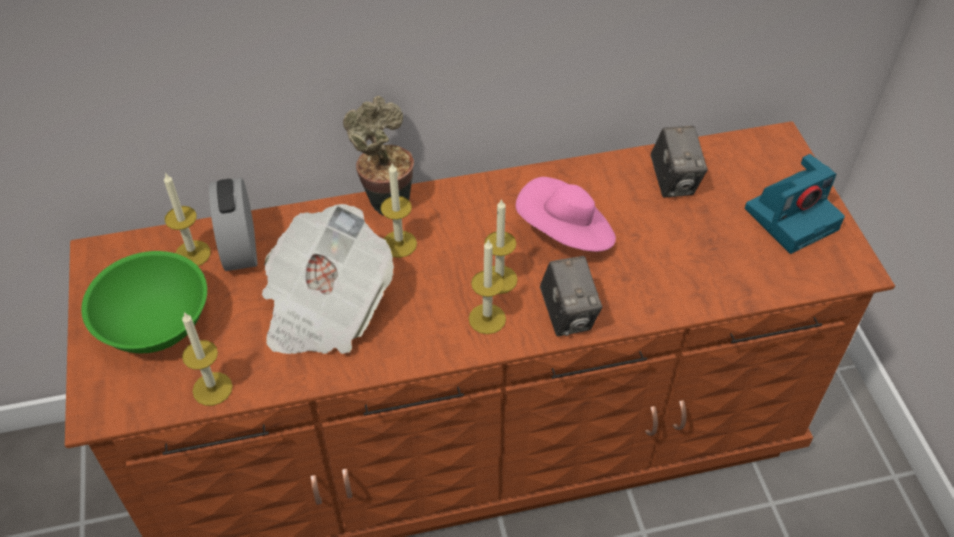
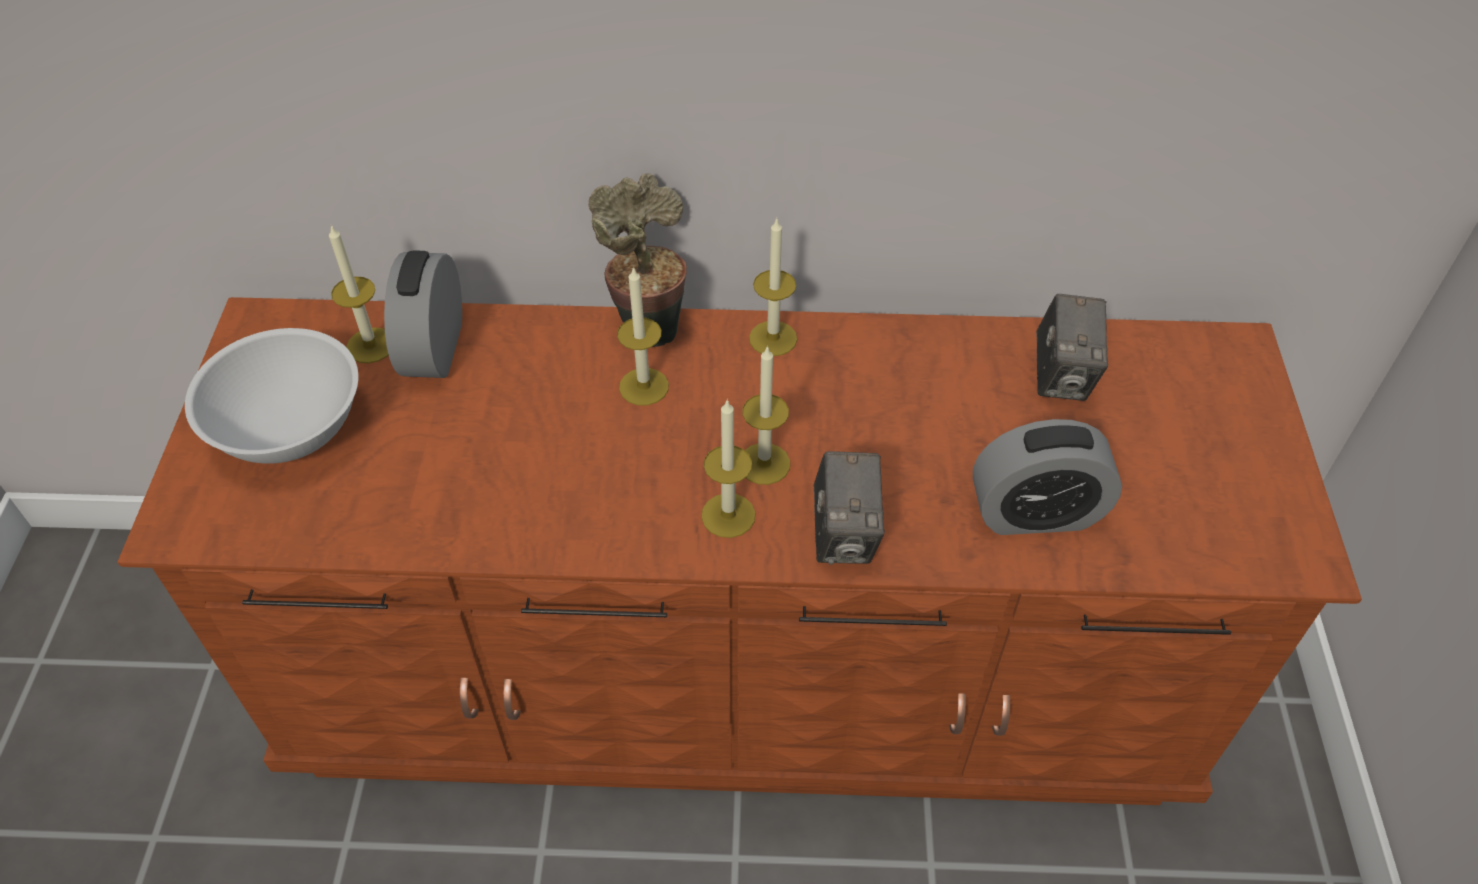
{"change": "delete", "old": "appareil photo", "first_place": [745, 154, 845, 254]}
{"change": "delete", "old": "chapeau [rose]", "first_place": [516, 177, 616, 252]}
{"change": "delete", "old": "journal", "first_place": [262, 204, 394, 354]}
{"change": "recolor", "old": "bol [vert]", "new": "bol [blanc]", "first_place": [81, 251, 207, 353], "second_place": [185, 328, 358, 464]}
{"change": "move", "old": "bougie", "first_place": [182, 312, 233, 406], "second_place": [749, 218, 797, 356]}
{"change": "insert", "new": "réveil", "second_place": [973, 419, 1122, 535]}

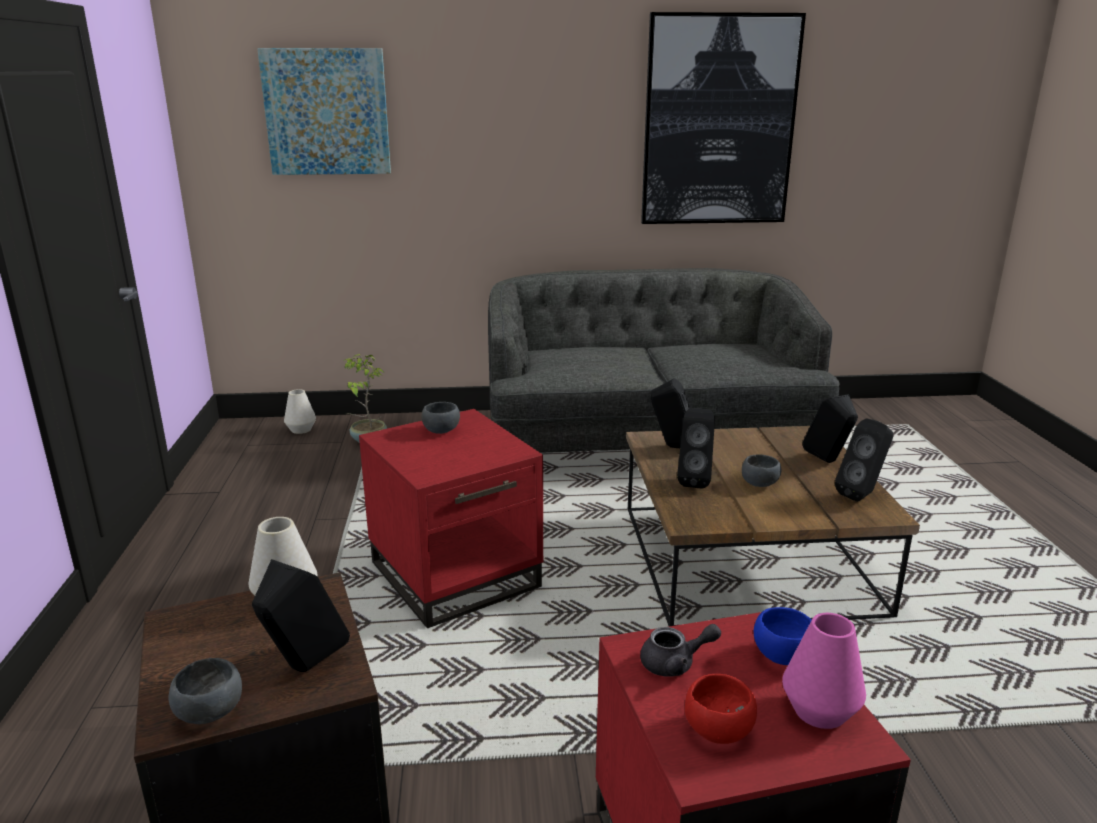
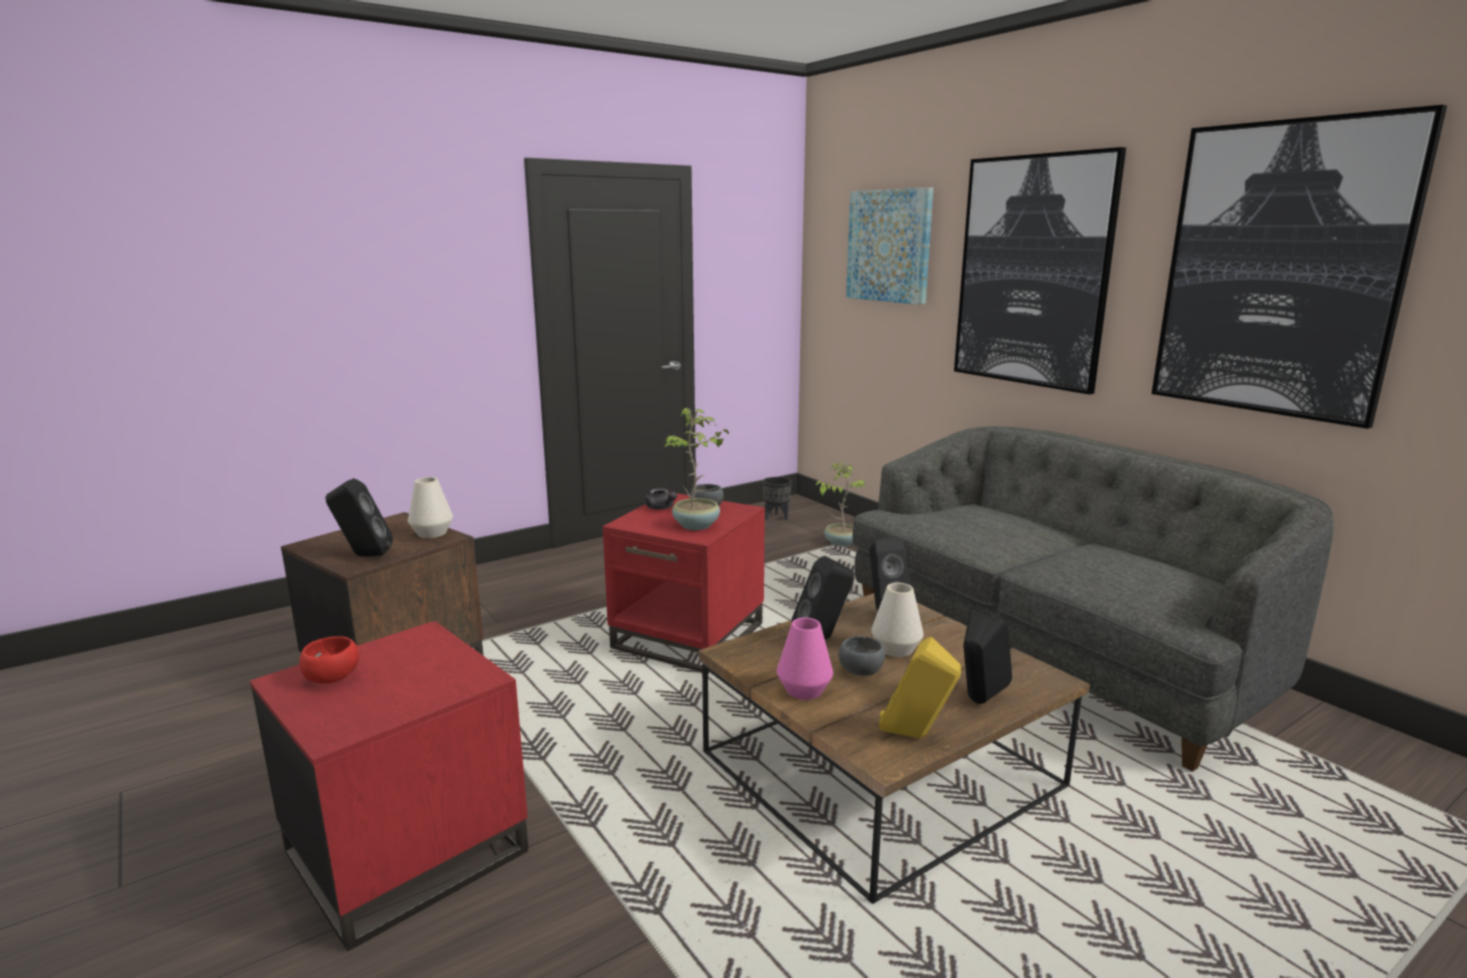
{"change": "move", "old": "vase [blanc]", "first_place": [284, 389, 316, 434], "second_place": [871, 583, 924, 657]}
{"change": "recolor", "old": "enceinte [noir]", "new": "enceinte [jaune]", "first_place": [835, 418, 894, 502], "second_place": [879, 637, 961, 738]}
{"change": "delete", "old": "bol [bleu]", "first_place": [754, 607, 812, 665]}
{"change": "move", "old": "vase [rose]", "first_place": [782, 613, 866, 729], "second_place": [777, 618, 833, 700]}
{"change": "move", "old": "théière [gris]", "first_place": [640, 624, 721, 677], "second_place": [644, 488, 677, 510]}
{"change": "delete", "old": "bol [gris]", "first_place": [169, 658, 242, 724]}
{"change": "insert", "new": "tableau", "second_place": [954, 147, 1126, 395]}
{"change": "insert", "new": "plante en pot", "second_place": [664, 408, 729, 530]}
{"change": "insert", "new": "cache-pot [noir]", "second_place": [763, 477, 791, 520]}

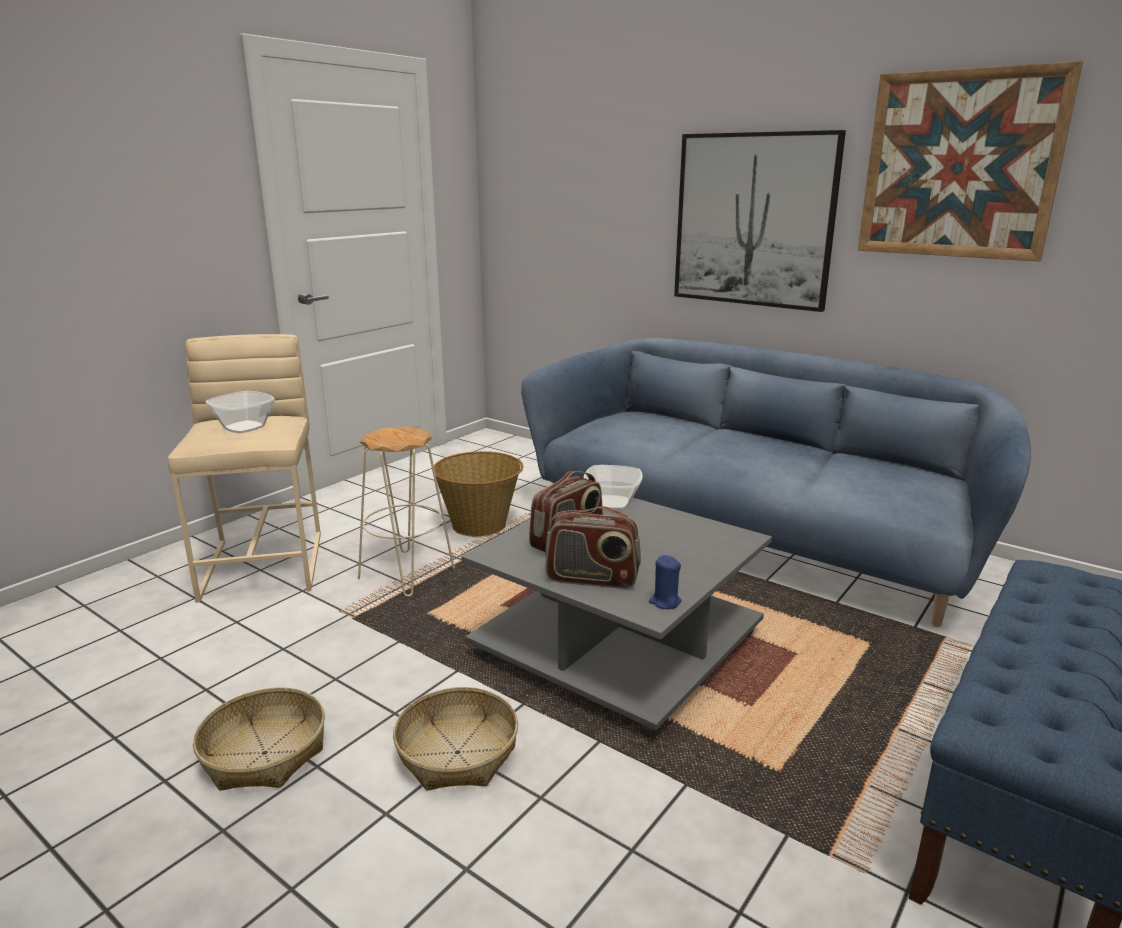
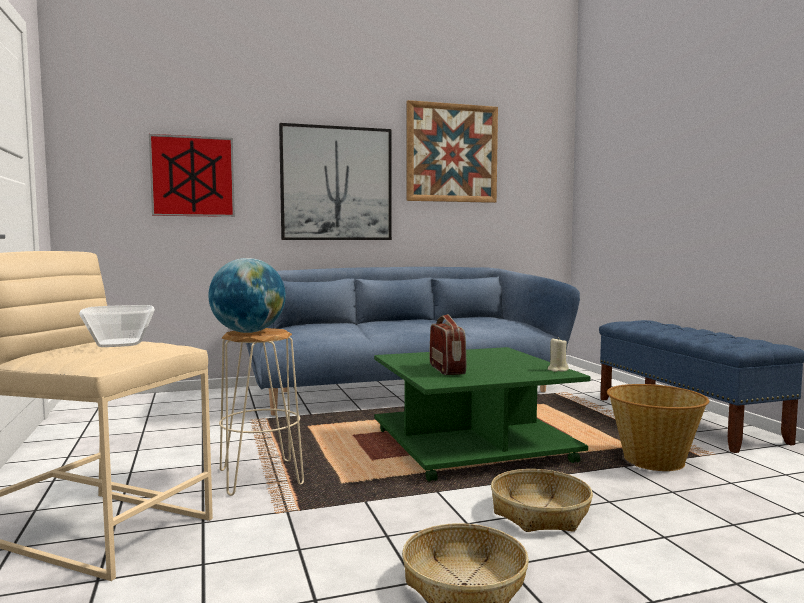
{"change": "move", "old": "panier", "first_place": [434, 451, 523, 537], "second_place": [607, 384, 709, 471]}
{"change": "delete", "old": "bol", "first_place": [583, 465, 643, 510]}
{"change": "recolor", "old": "table basse [gris]", "new": "table basse [vert]", "first_place": [461, 498, 772, 738], "second_place": [374, 347, 590, 481]}
{"change": "delete", "old": "radio", "first_place": [545, 506, 641, 589]}
{"change": "recolor", "old": "bougie [bleu]", "new": "bougie [beige]", "first_place": [649, 555, 682, 609], "second_place": [548, 337, 569, 372]}
{"change": "insert", "new": "tableau", "second_place": [149, 134, 235, 217]}
{"change": "insert", "new": "globe", "second_place": [209, 258, 286, 333]}

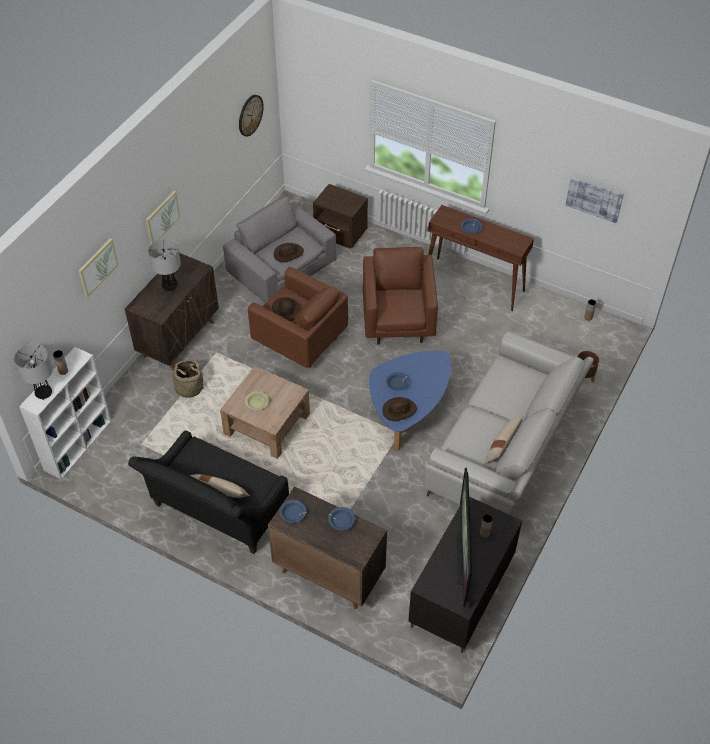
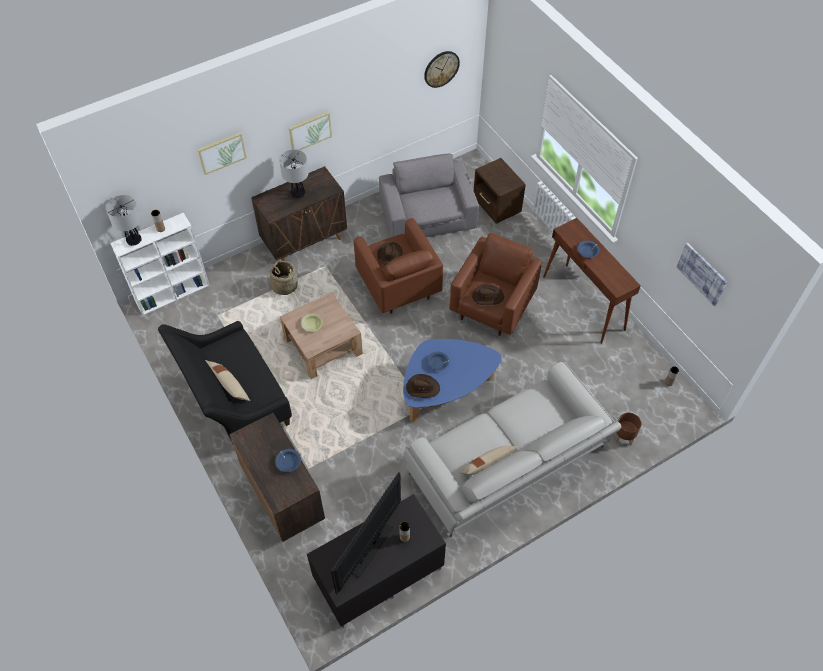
{"change": "move", "old": "chapeau [marron]", "first_place": [274, 243, 304, 263], "second_place": [472, 284, 504, 305]}
{"change": "delete", "old": "bol [bleu]", "first_place": [279, 500, 306, 523]}

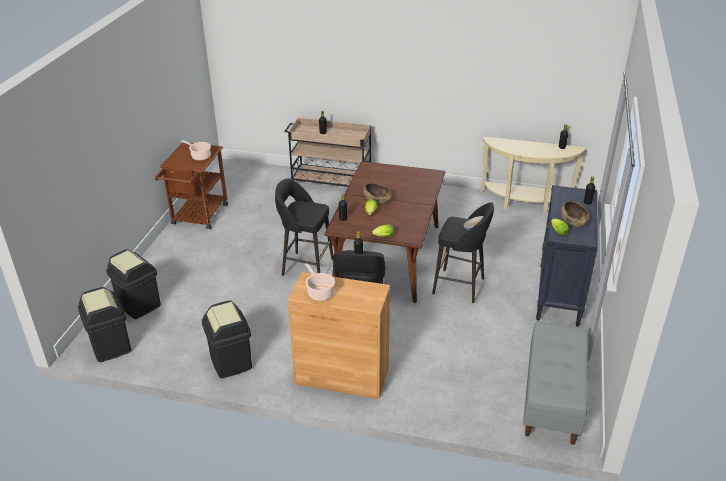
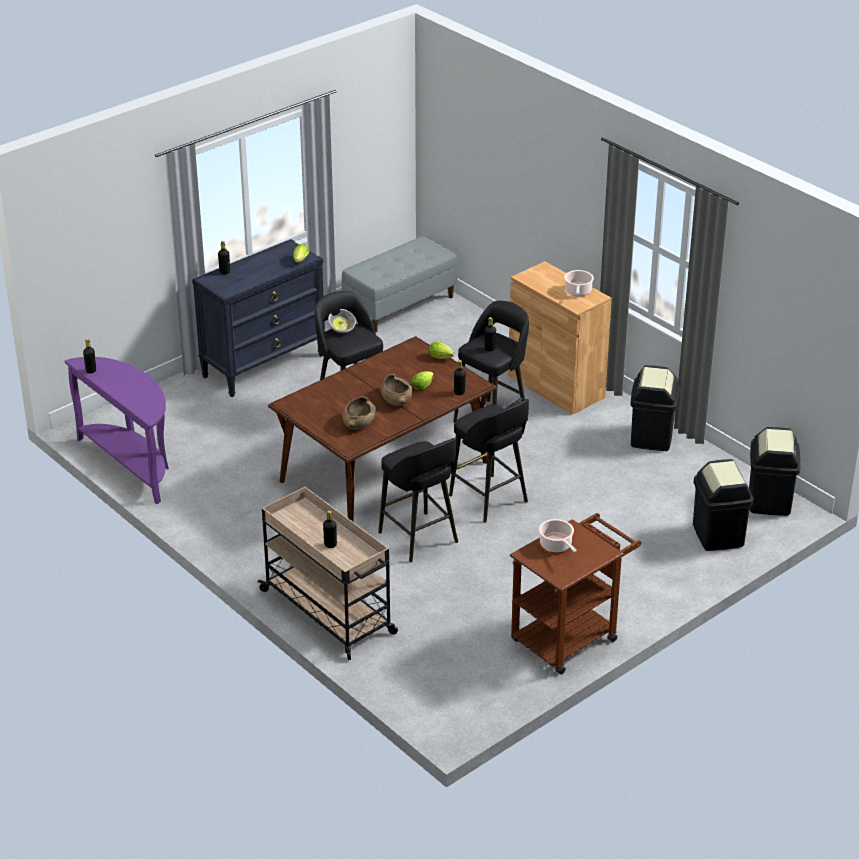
{"change": "recolor", "old": "table console [beige]", "new": "table console [violet]", "first_place": [480, 137, 586, 214], "second_place": [65, 357, 169, 504]}
{"change": "move", "old": "bol [marron]", "first_place": [561, 201, 590, 227], "second_place": [342, 397, 376, 429]}
{"change": "insert", "new": "tabouret [noir]", "second_place": [378, 438, 458, 562]}

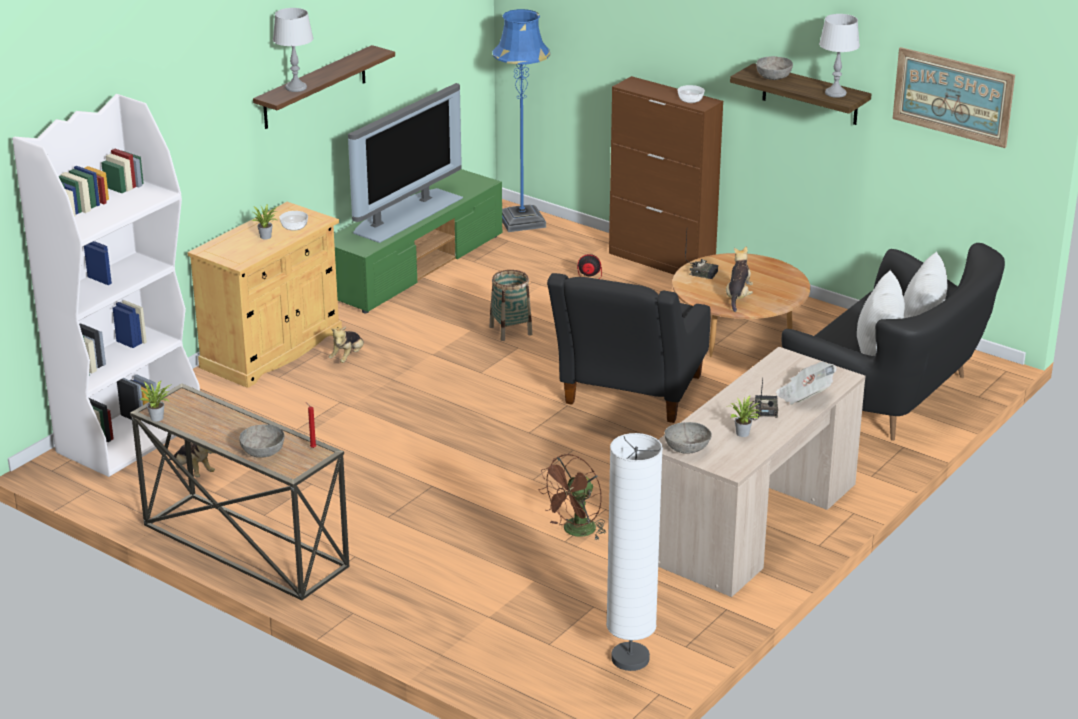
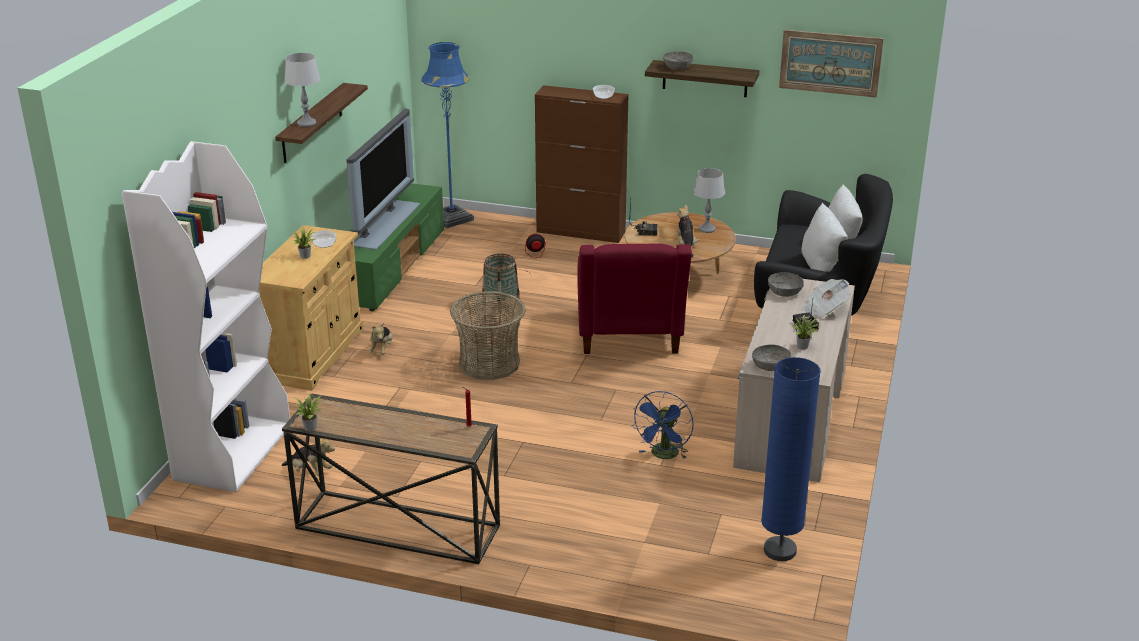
{"change": "move", "old": "lampe de table [gris]", "first_place": [819, 14, 860, 98], "second_place": [693, 168, 725, 233]}
{"change": "recolor", "old": "fauteuil [noir]", "new": "fauteuil [rouge]", "first_place": [547, 273, 711, 423], "second_place": [577, 244, 692, 354]}
{"change": "move", "old": "bol [gris]", "first_place": [239, 424, 285, 458], "second_place": [768, 272, 804, 297]}
{"change": "recolor", "old": "lampadaire [blanc]", "new": "lampadaire [bleu]", "first_place": [606, 433, 663, 671], "second_place": [761, 357, 821, 561]}
{"change": "recolor", "old": "ventilateur [marron]", "new": "ventilateur [bleu]", "first_place": [538, 454, 606, 541], "second_place": [632, 391, 693, 459]}
{"change": "insert", "new": "panier", "second_place": [450, 291, 526, 380]}

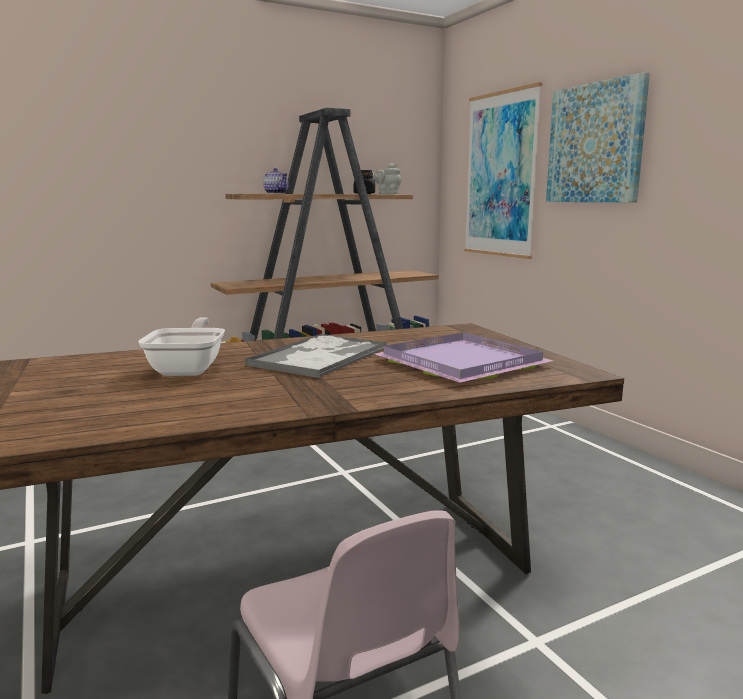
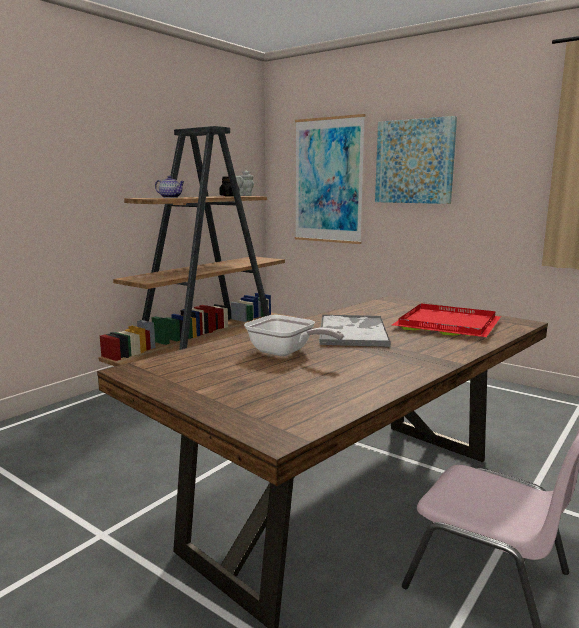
{"change": "rotate", "old": "poêle", "first_place": [138, 317, 225, 376], "second_place": [244, 315, 344, 356], "degrees": 150}
{"change": "recolor", "old": "plateau [violet]", "new": "plateau [rouge]", "first_place": [374, 332, 554, 383], "second_place": [392, 304, 501, 337]}

